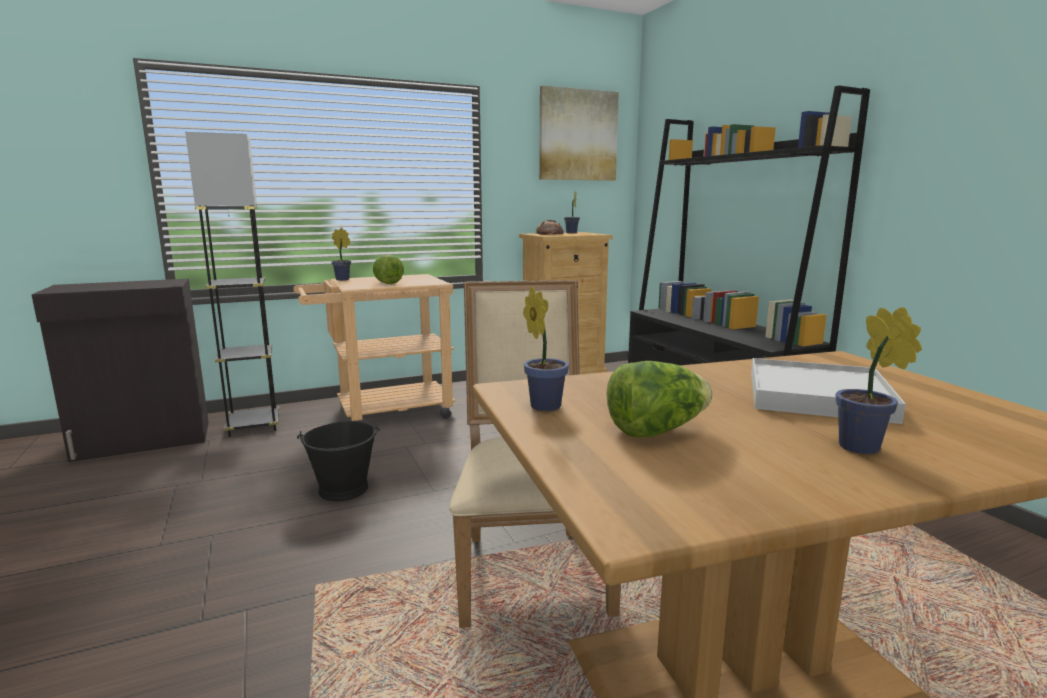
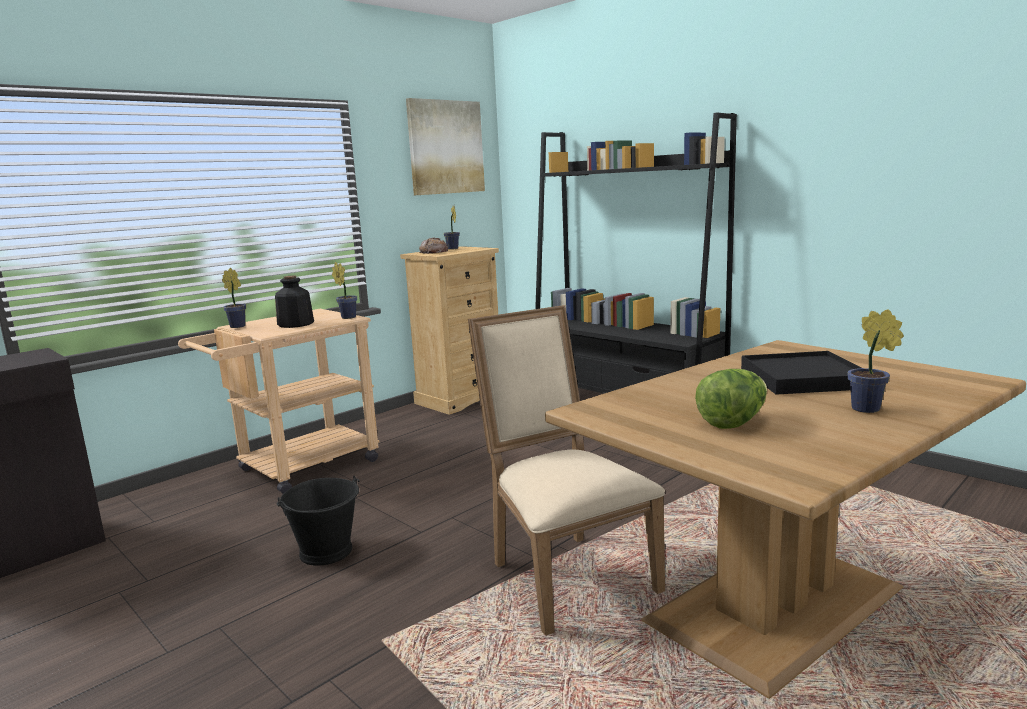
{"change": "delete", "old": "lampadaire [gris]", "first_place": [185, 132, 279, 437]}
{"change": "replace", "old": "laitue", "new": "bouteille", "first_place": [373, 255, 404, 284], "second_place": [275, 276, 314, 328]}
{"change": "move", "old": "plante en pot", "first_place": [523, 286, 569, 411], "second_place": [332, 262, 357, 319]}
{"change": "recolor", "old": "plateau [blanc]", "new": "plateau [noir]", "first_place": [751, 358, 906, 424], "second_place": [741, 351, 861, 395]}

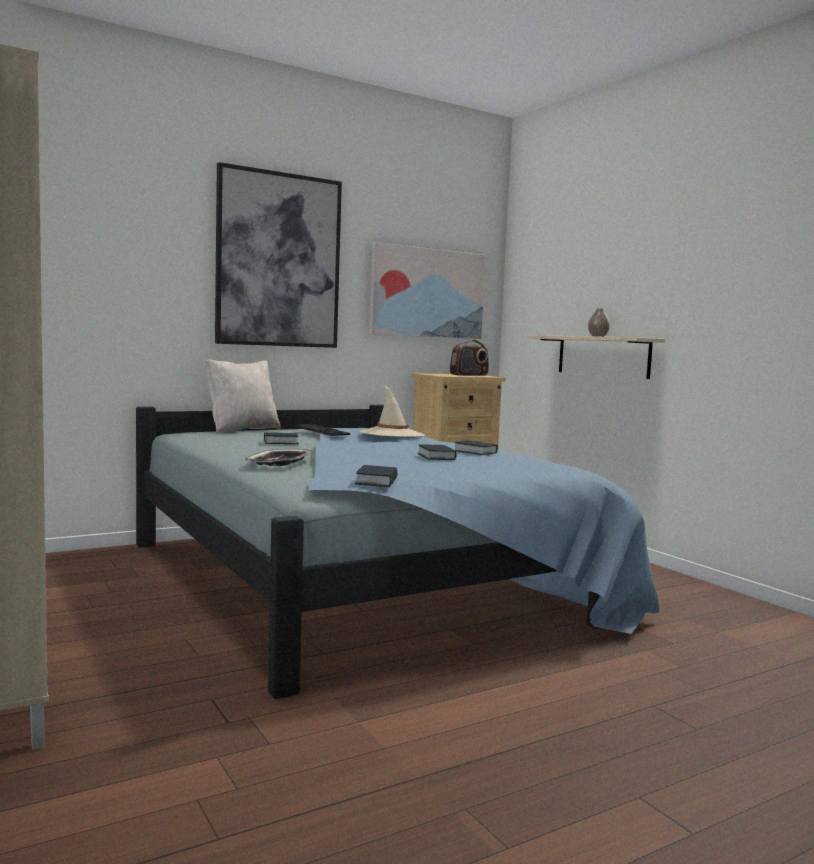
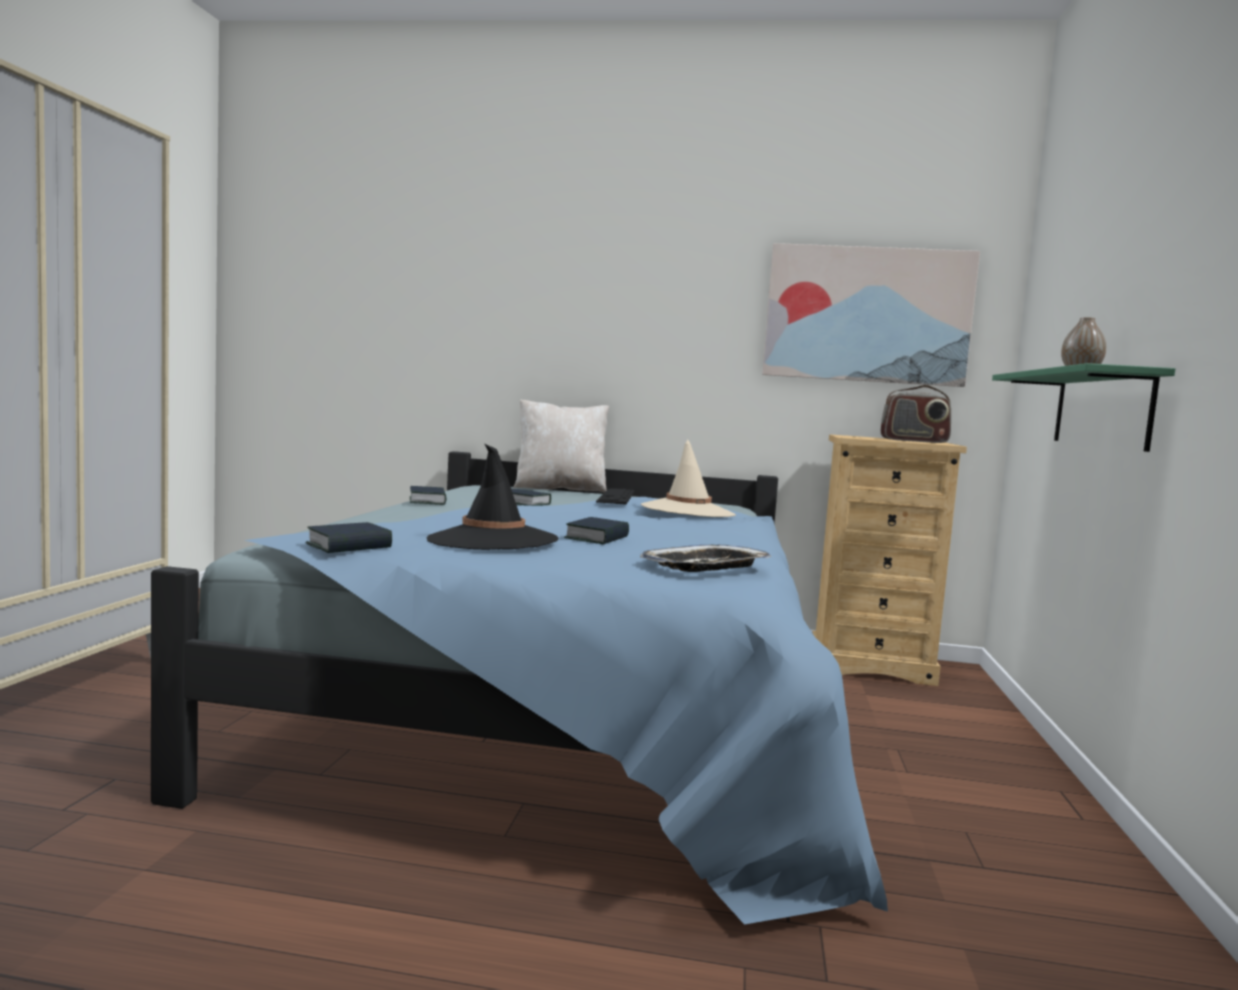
{"change": "delete", "old": "tableau", "first_place": [215, 162, 342, 348]}
{"change": "recolor", "old": "étagère [beige]", "new": "étagère [vert]", "first_place": [526, 335, 665, 379], "second_place": [992, 363, 1175, 452]}
{"change": "move", "old": "livre", "first_place": [455, 440, 498, 455], "second_place": [410, 486, 446, 505]}
{"change": "move", "old": "plateau", "first_place": [245, 449, 314, 466], "second_place": [640, 545, 771, 572]}
{"change": "insert", "new": "chapeau [noir]", "second_place": [427, 444, 559, 550]}

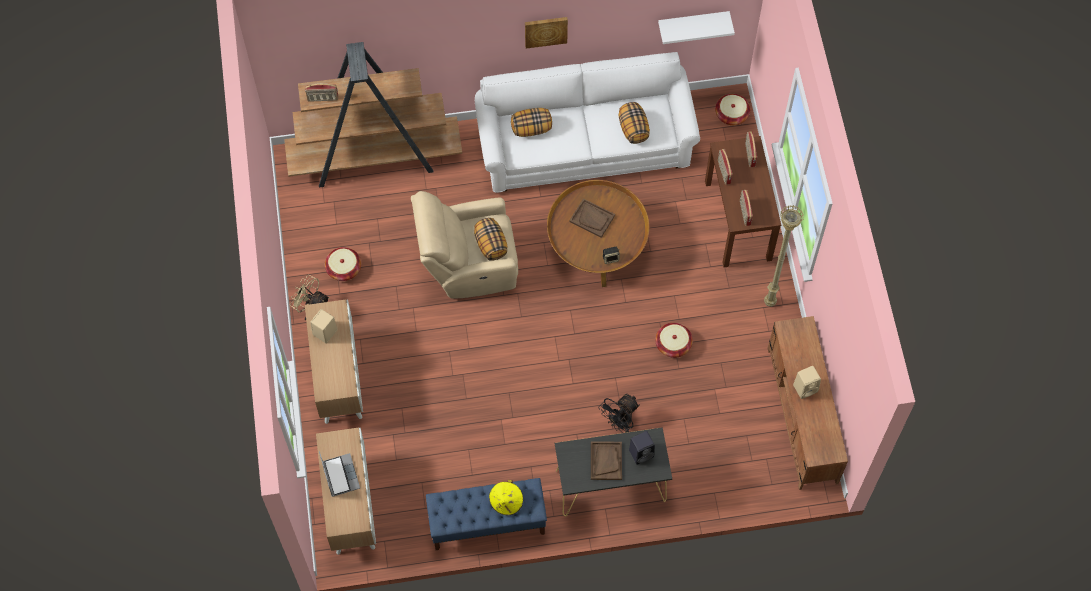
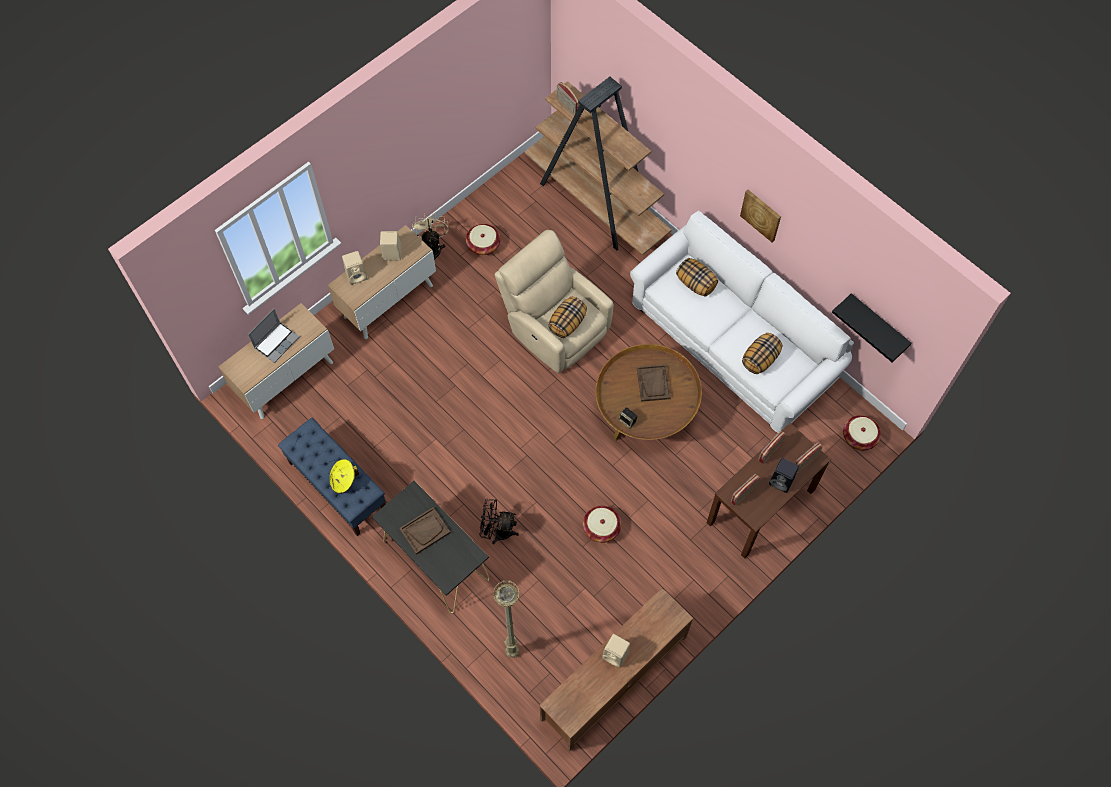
{"change": "recolor", "old": "étagère [blanc]", "new": "étagère [noir]", "first_place": [658, 11, 735, 44], "second_place": [832, 293, 912, 362]}
{"change": "move", "old": "lampadaire [beige]", "first_place": [764, 205, 804, 307], "second_place": [493, 581, 520, 658]}
{"change": "move", "old": "enceinte [noir]", "first_place": [629, 431, 655, 465], "second_place": [769, 458, 799, 493]}
{"change": "insert", "new": "enceinte [beige]", "second_place": [342, 251, 368, 285]}

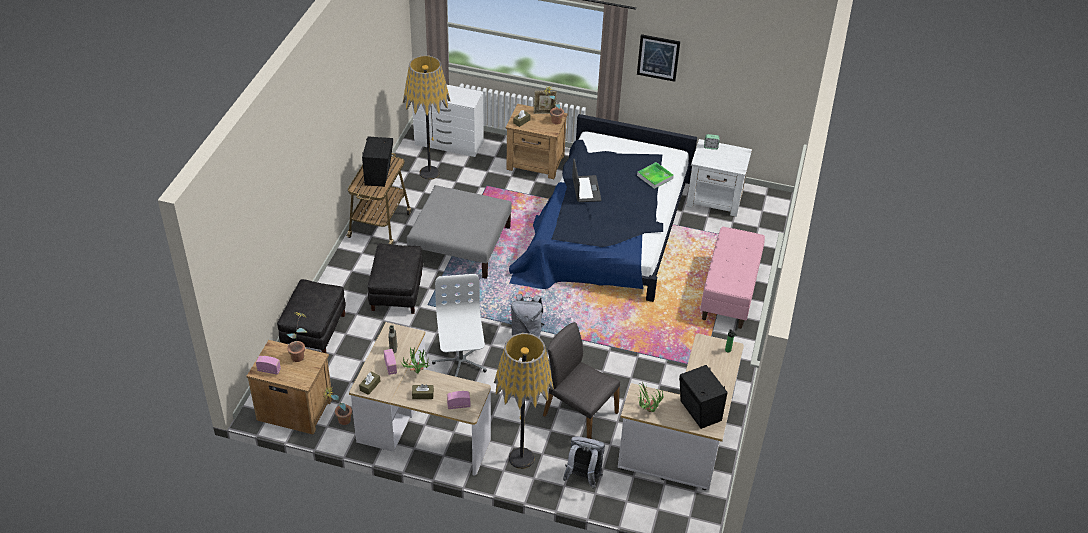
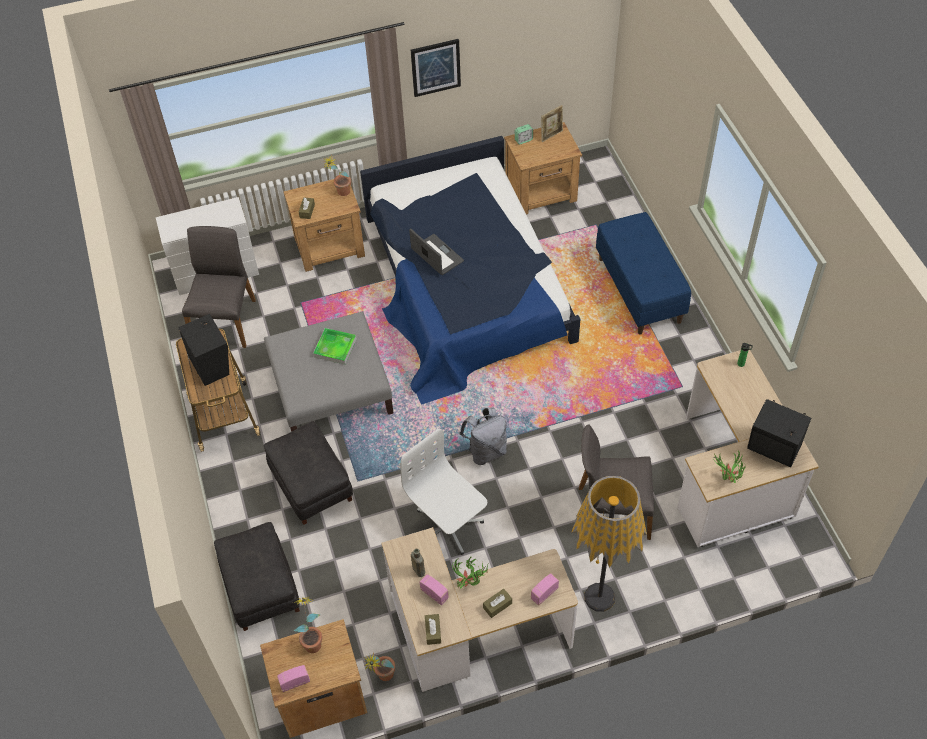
{"change": "replace", "old": "lampadaire", "new": "chaise [gris]", "first_place": [403, 55, 450, 180], "second_place": [182, 226, 256, 348]}
{"change": "move", "old": "cadre photo", "first_place": [534, 91, 557, 114], "second_place": [541, 105, 563, 142]}
{"change": "recolor", "old": "table de chevet [blanc]", "new": "table de chevet [marron]", "first_place": [686, 139, 752, 217], "second_place": [504, 122, 582, 215]}
{"change": "move", "old": "plateau", "first_place": [637, 162, 674, 189], "second_place": [313, 328, 357, 365]}
{"change": "recolor", "old": "banc [rose]", "new": "banc [bleu]", "first_place": [700, 227, 765, 329], "second_place": [596, 212, 691, 334]}
{"change": "delete", "old": "sac à dos [gris]", "first_place": [563, 436, 605, 489]}

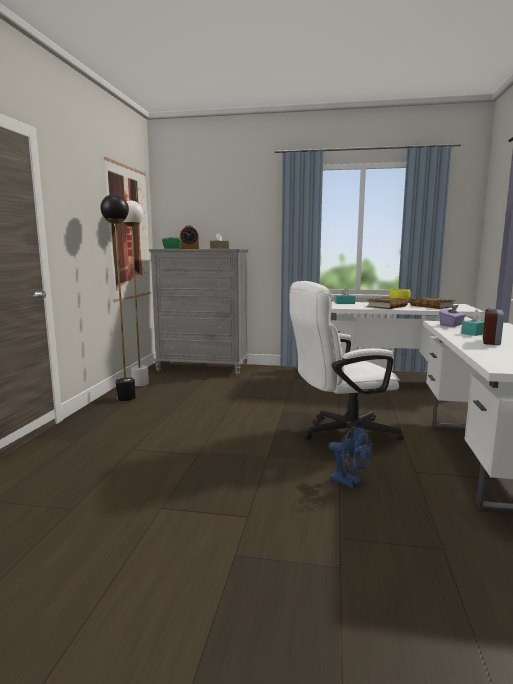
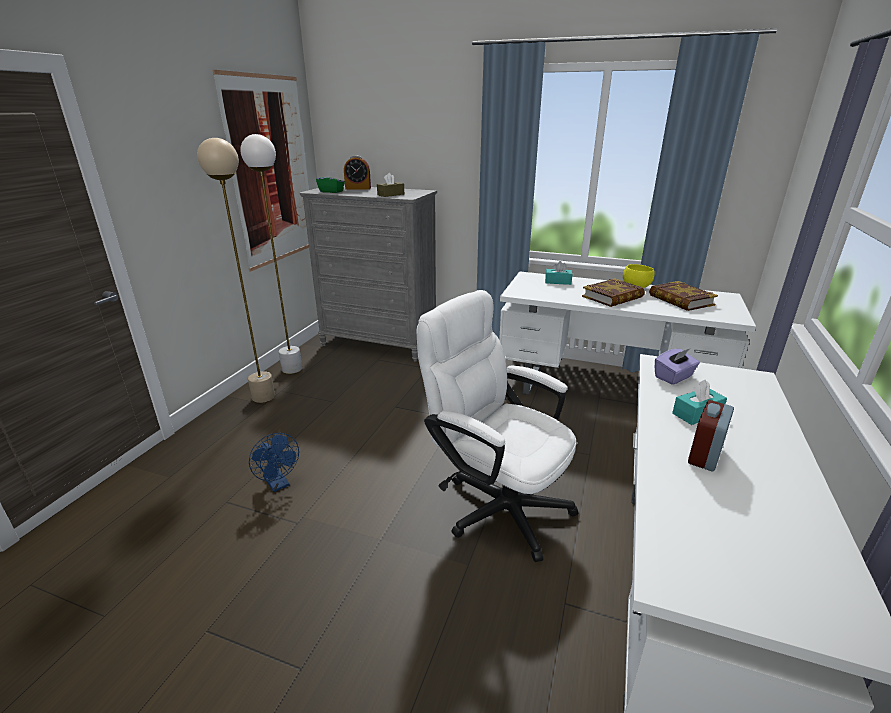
{"change": "recolor", "old": "lampadaire [noir]", "new": "lampadaire [beige]", "first_place": [100, 194, 136, 401], "second_place": [197, 138, 275, 403]}
{"change": "rotate", "old": "chaise de bureau [blanc]", "first_place": [289, 281, 404, 445], "second_place": [416, 290, 578, 562], "degrees": 45}
{"change": "move", "old": "ventilateur [bleu]", "first_place": [328, 425, 372, 489], "second_place": [249, 433, 299, 492]}

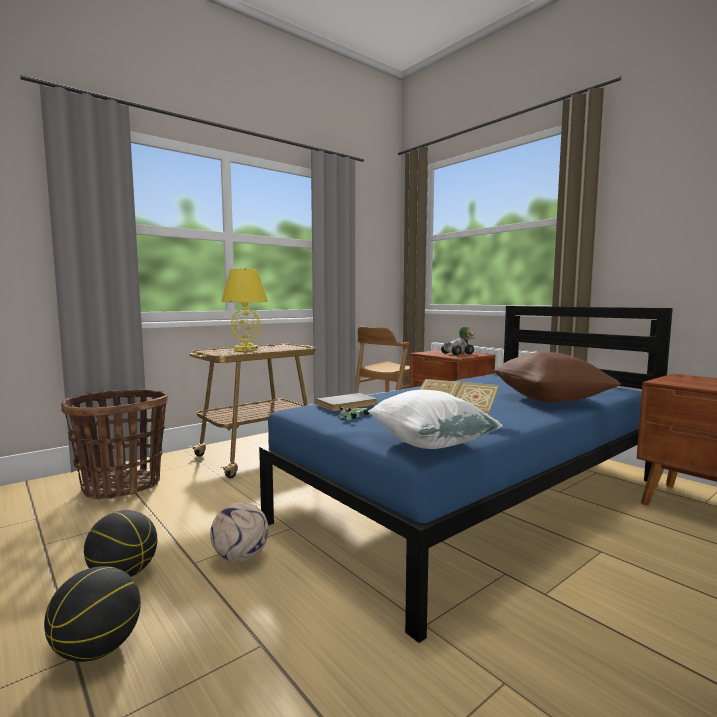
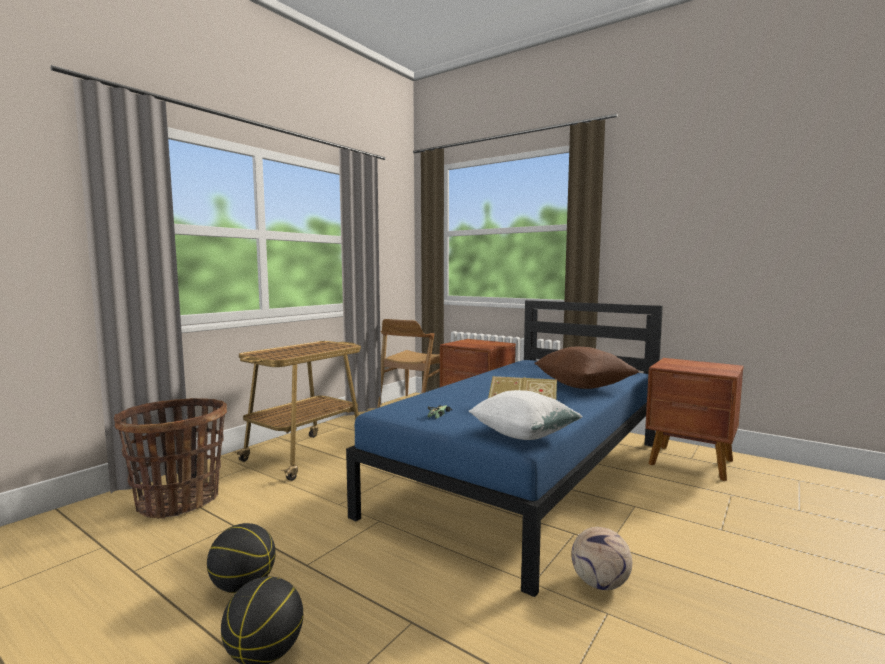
{"change": "delete", "old": "lampe de table [jaune]", "first_place": [221, 269, 268, 351]}
{"change": "delete", "old": "petite voiture", "first_place": [441, 326, 474, 355]}
{"change": "delete", "old": "livre [gris]", "first_place": [316, 393, 377, 411]}
{"change": "move", "old": "ballon de foot", "first_place": [210, 502, 269, 562], "second_place": [571, 527, 632, 590]}

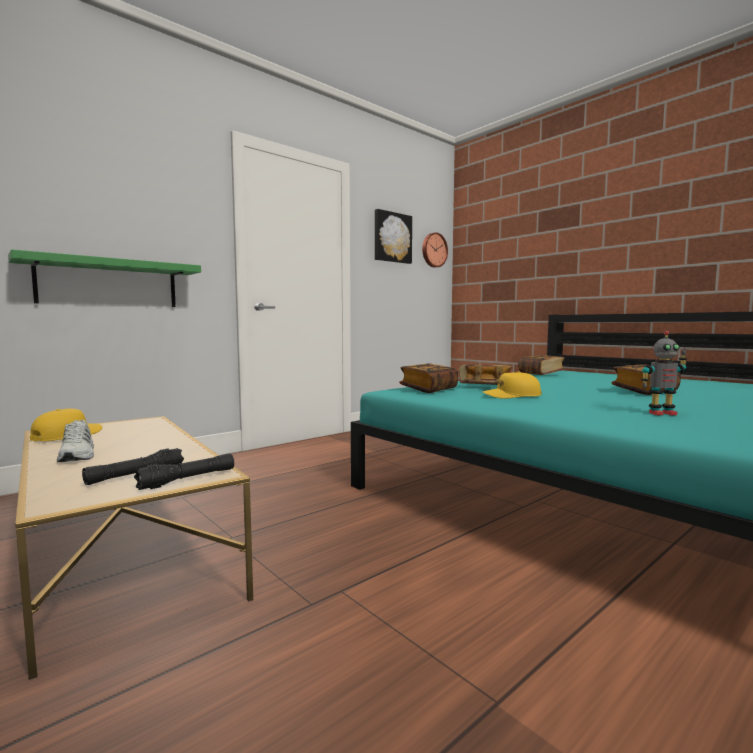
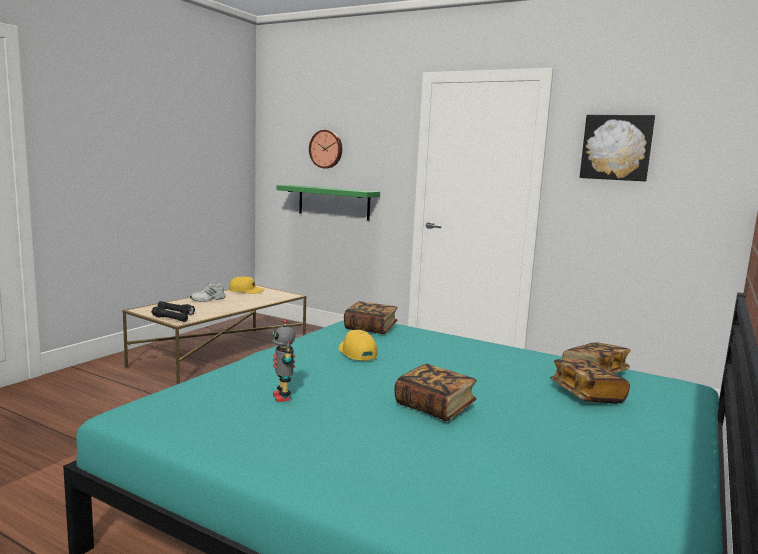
{"change": "move", "old": "horloge murale", "first_place": [422, 232, 448, 268], "second_place": [309, 130, 342, 168]}
{"change": "move", "old": "livre", "first_place": [459, 365, 512, 385], "second_place": [550, 359, 630, 404]}

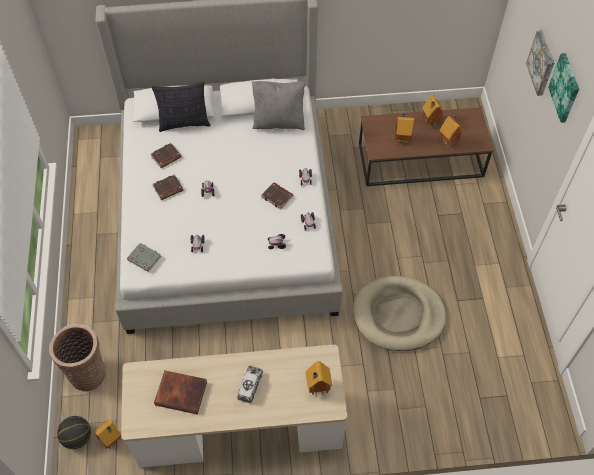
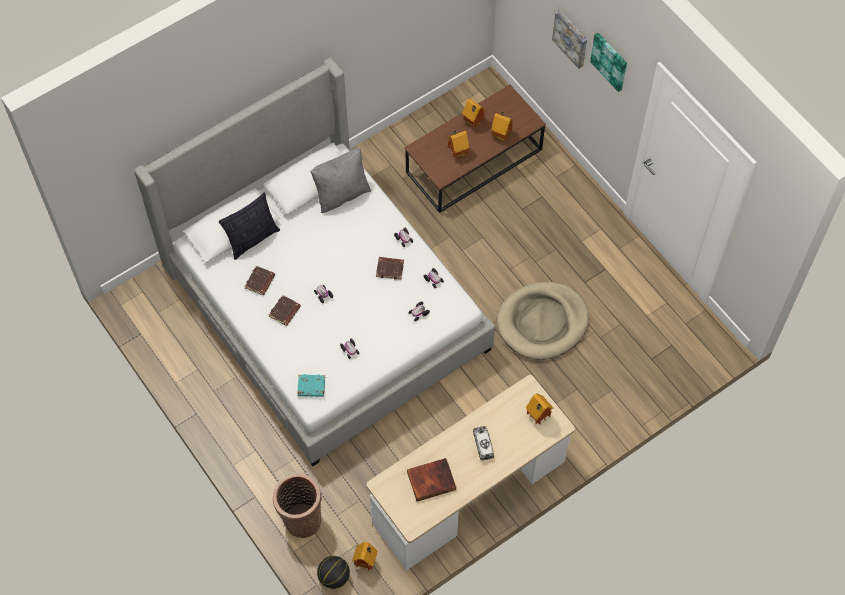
{"change": "recolor", "old": "livre [gris]", "new": "livre [turquoise]", "first_place": [127, 243, 161, 272], "second_place": [297, 374, 325, 397]}

